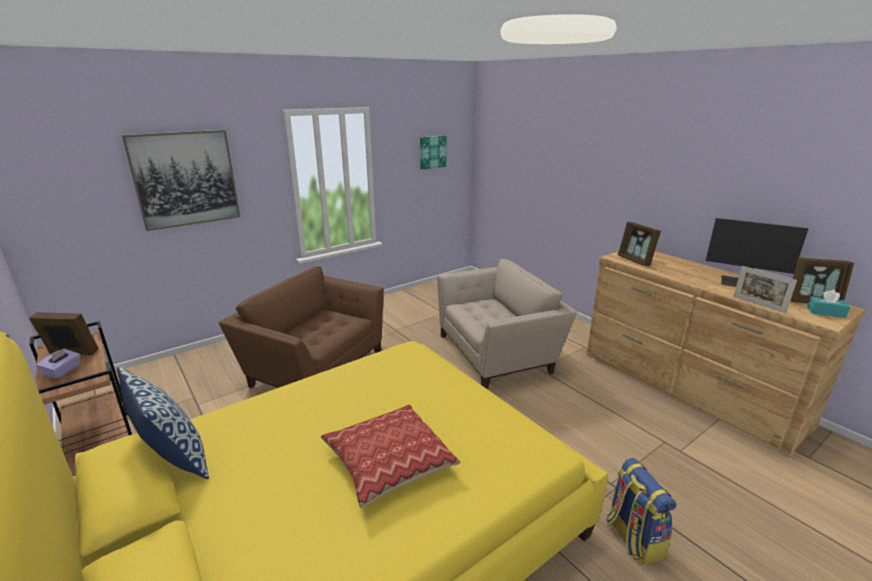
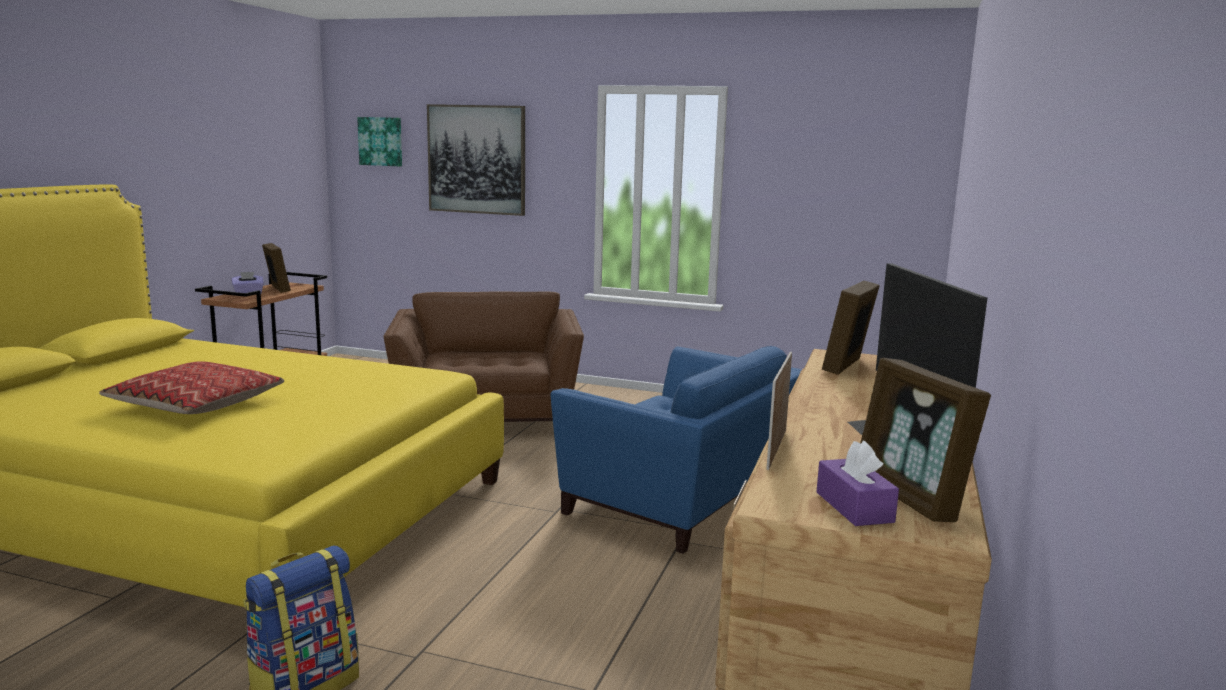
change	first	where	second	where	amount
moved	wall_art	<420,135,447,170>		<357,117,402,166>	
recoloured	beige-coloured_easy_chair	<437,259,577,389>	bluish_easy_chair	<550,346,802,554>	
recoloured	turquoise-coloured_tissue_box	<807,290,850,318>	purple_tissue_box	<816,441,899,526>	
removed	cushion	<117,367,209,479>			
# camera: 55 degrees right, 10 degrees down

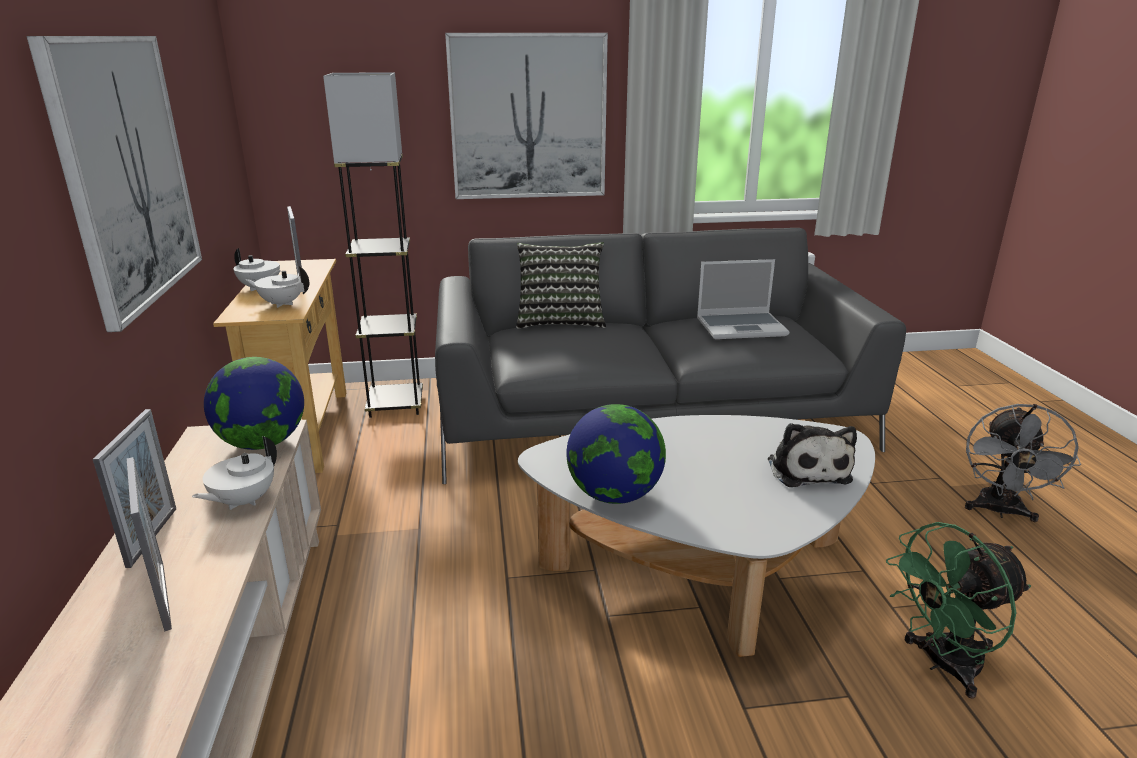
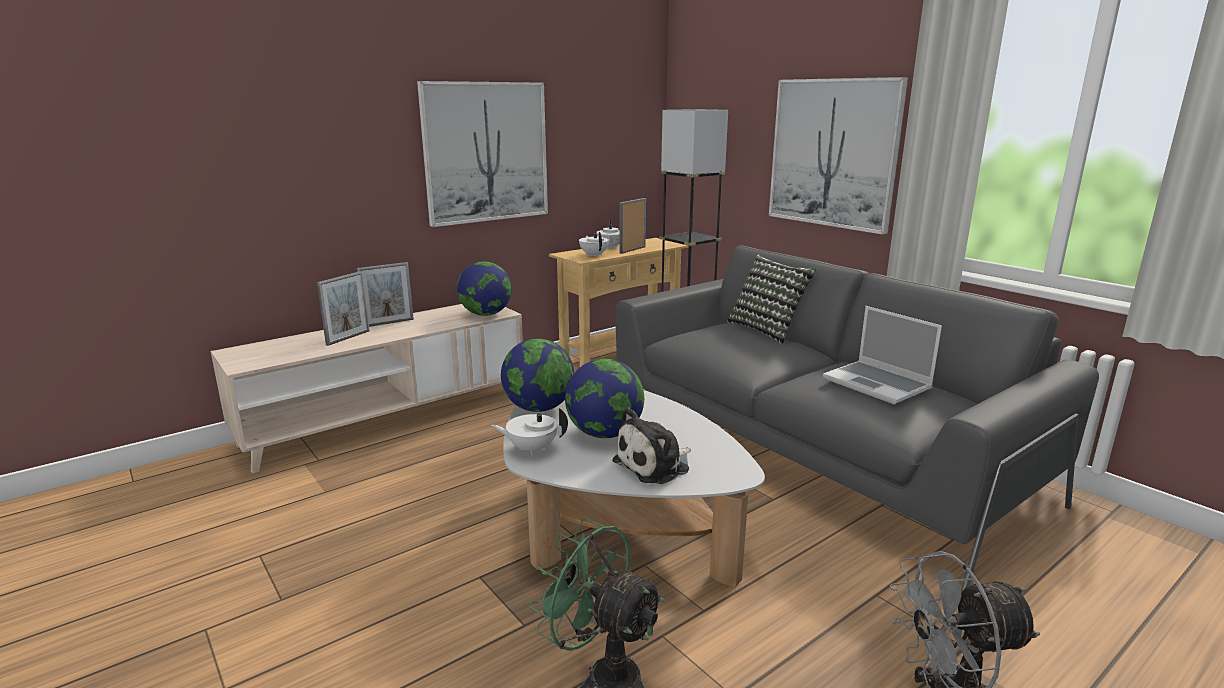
change	first	where	second	where	amount
moved	whitish_pot_for_tea	<192,436,277,510>		<491,408,568,455>	
added			globe	<565,359,644,438>	
# camera: 60 degrees right, 5 degrees down

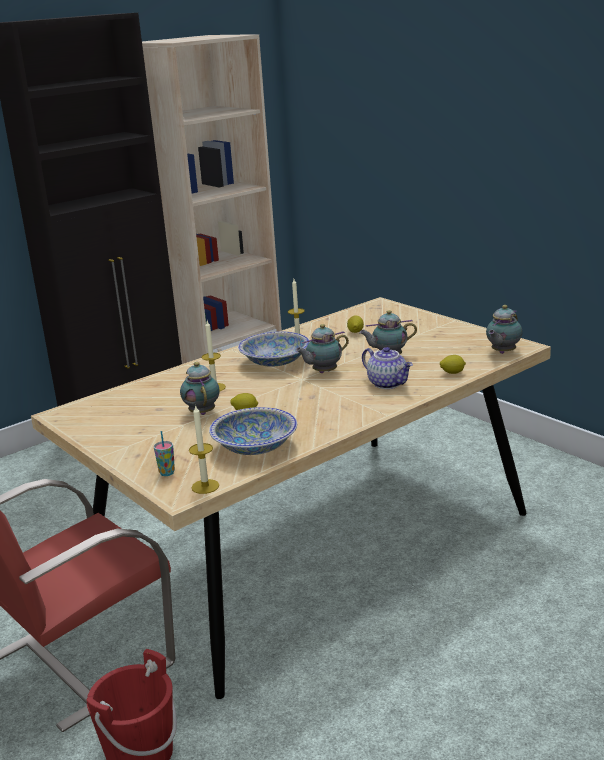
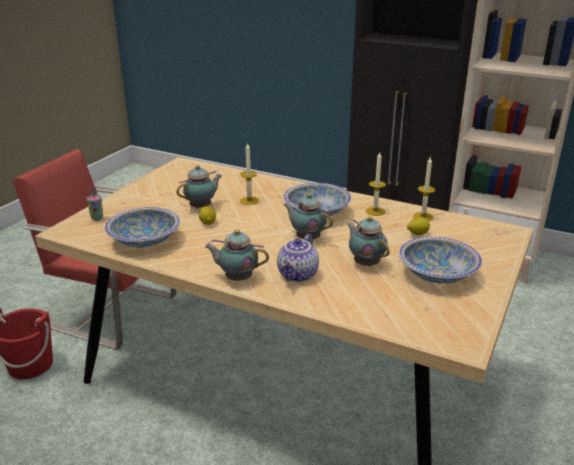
change	first	where	second	where	amount
moved	pot_for_tea	<486,305,523,354>		<205,229,269,281>	
removed	whole_lemon	<440,355,466,374>			
moved	wax_candle	<189,404,219,494>		<413,156,435,221>	
added			serving_bowl	<399,237,482,284>	
# camera: 65 degrees right, 5 degrees up

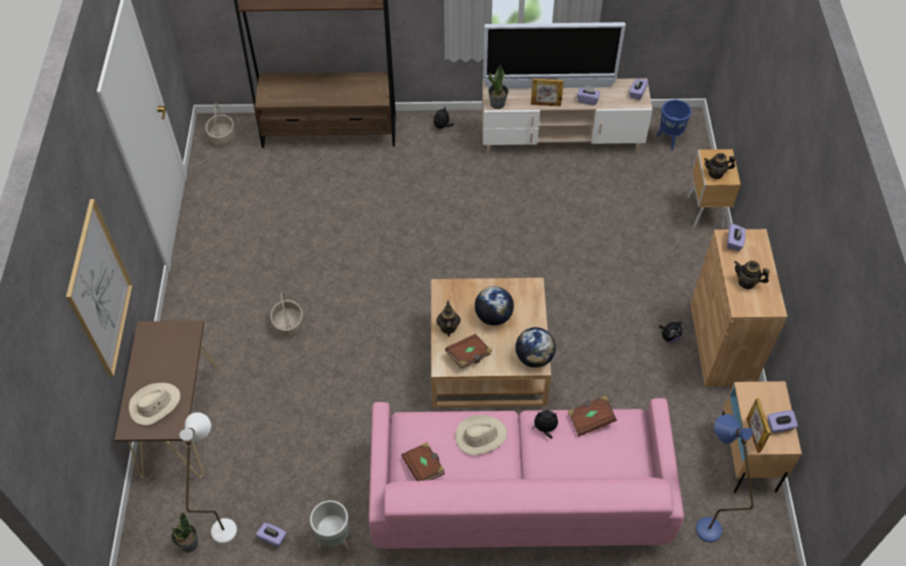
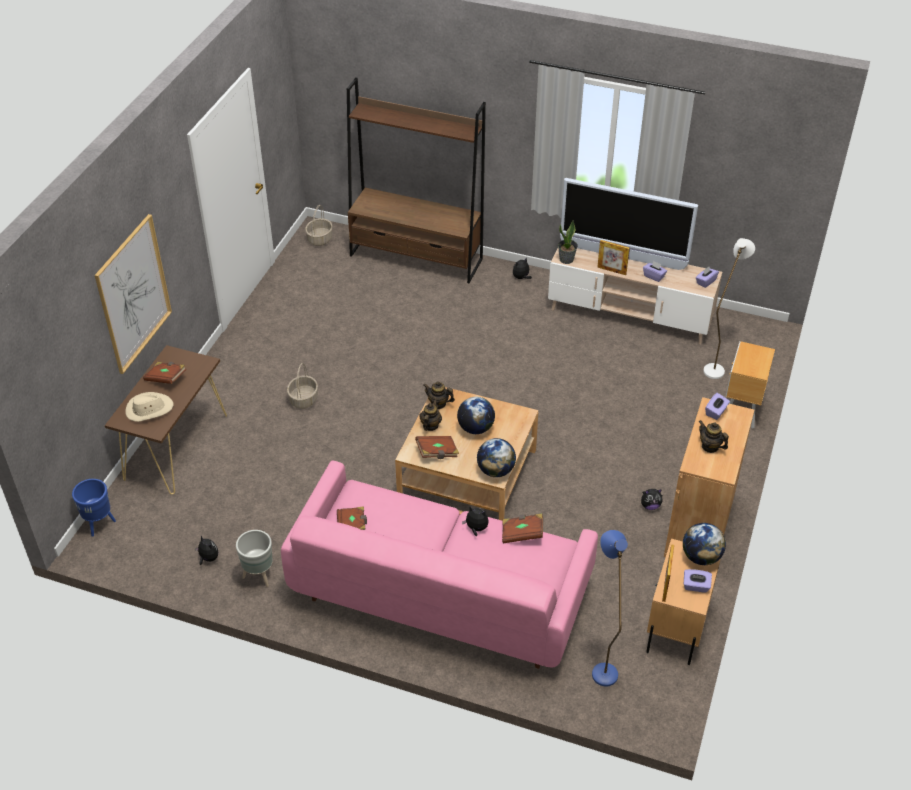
change	first	where	second	where	amount
moved	bluish_planter	<656,100,691,150>		<72,479,116,537>	
moved	pot_for_tea	<704,153,735,179>		<423,381,455,409>	
moved	whitish_standard_lamp	<179,412,237,544>		<703,238,755,379>	
removed	beige-coloured_wearable_hat	<455,415,507,455>			
removed	potted_plant	<171,512,198,552>			
replaced	purple_tissue_box	<256,523,287,548>	cuddly_toy	<195,535,218,565>	
added			brown_book	<143,362,186,384>	
added			globe	<683,523,726,565>	
# camera: 20 degrees right, 10 degrees down

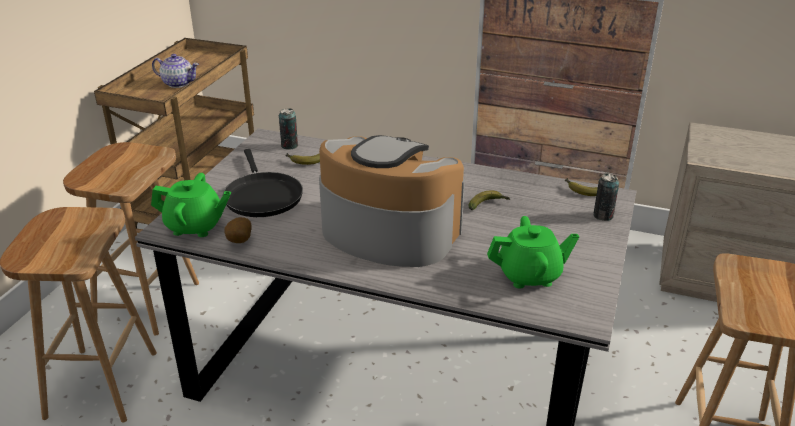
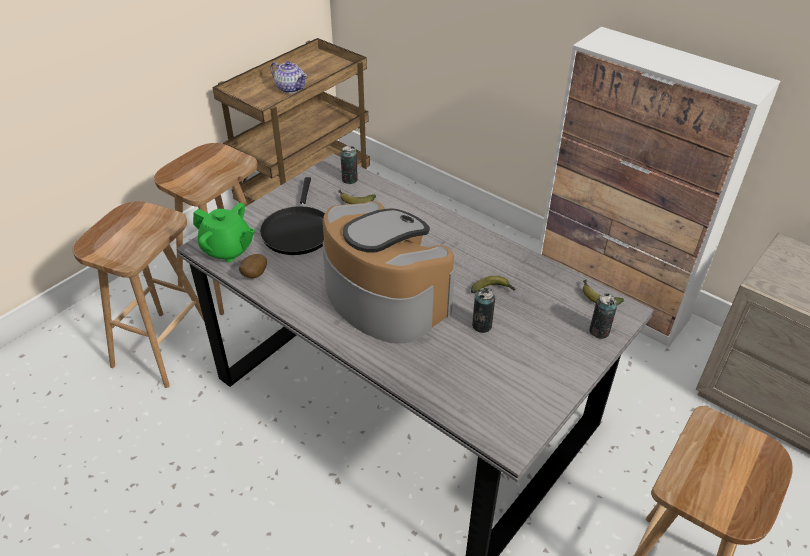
change	first	where	second	where	amount
removed	green_pot_for_tea	<487,216,579,289>			
added			sealed_can	<472,288,495,333>	
# camera: 20 degrees right, 10 degrees up

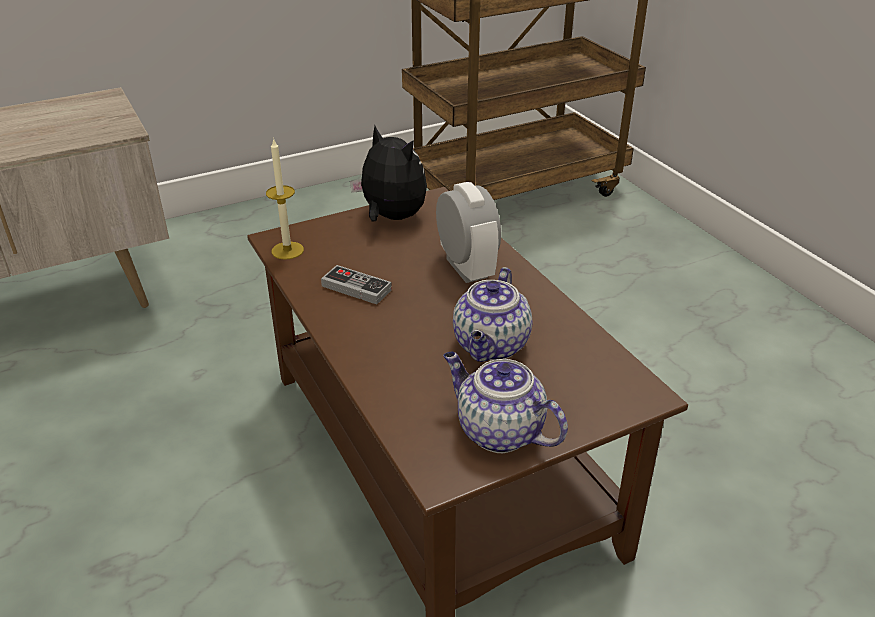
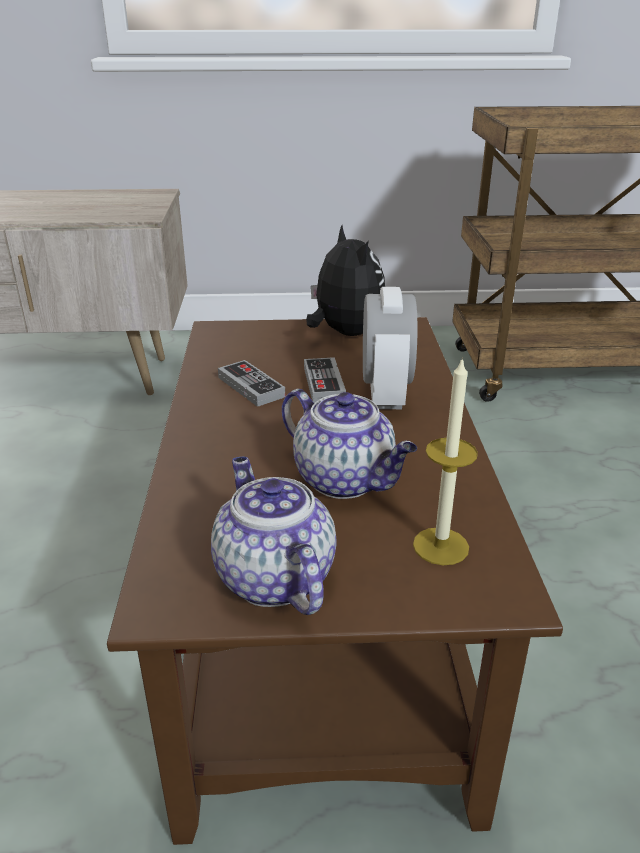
change	first	where	second	where	amount
moved	wax_candle	<266,138,304,260>		<413,357,478,565>	
turned	pot_for_tea	<453,267,532,362>		<282,389,417,499>	90 degrees counterclockwise
added			joypad	<304,357,346,403>	
# camera: 25 degrees right, 5 degrees down

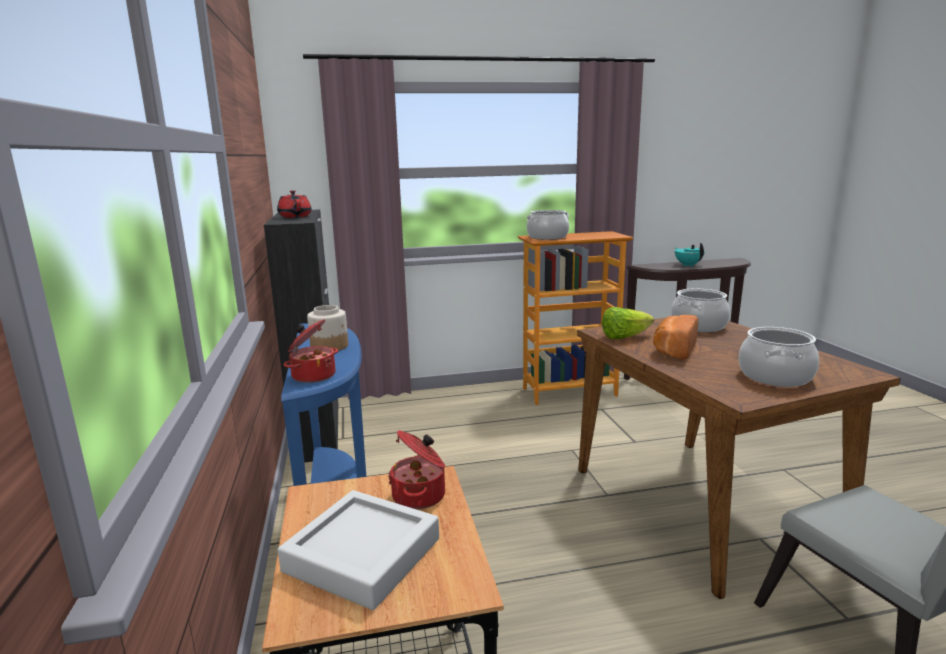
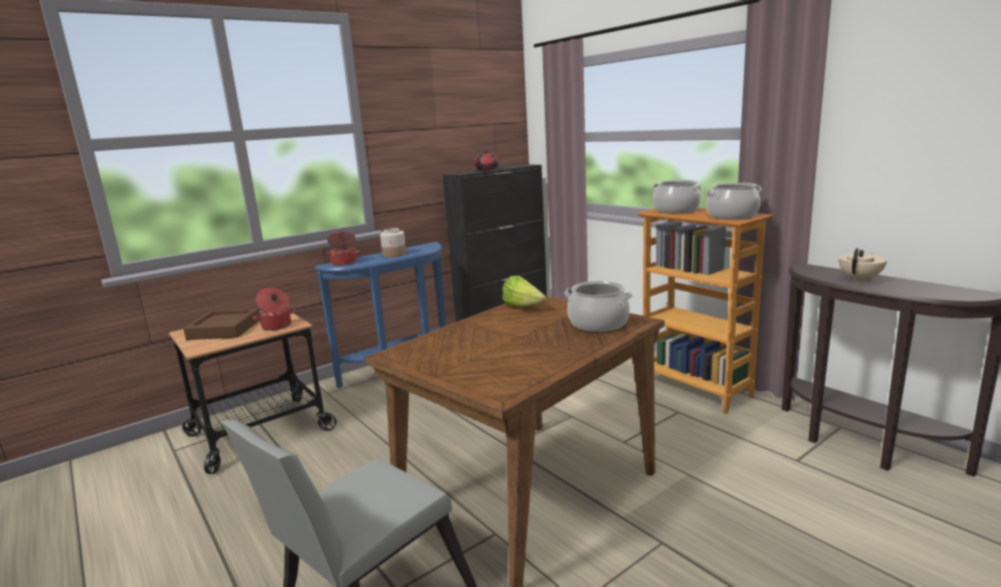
change	first	where	second	where	amount
recoloured	turquoise-coloured_pot_for_tea	<675,243,705,267>	beige-coloured_pot_for_tea	<838,248,887,282>	
removed	bakery_bread	<653,315,698,360>			
moved	cooking_pot	<739,327,819,387>		<706,183,762,219>	
recoloured	grey_carrying_tray	<278,490,439,610>	brown_carrying_tray	<183,309,260,340>	
# camera: 65 degrees right, 0 degrees up

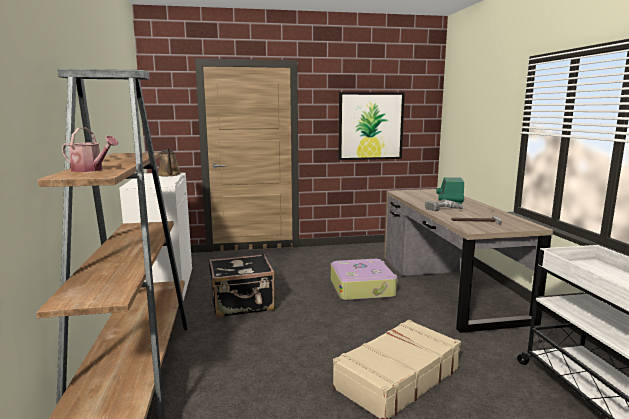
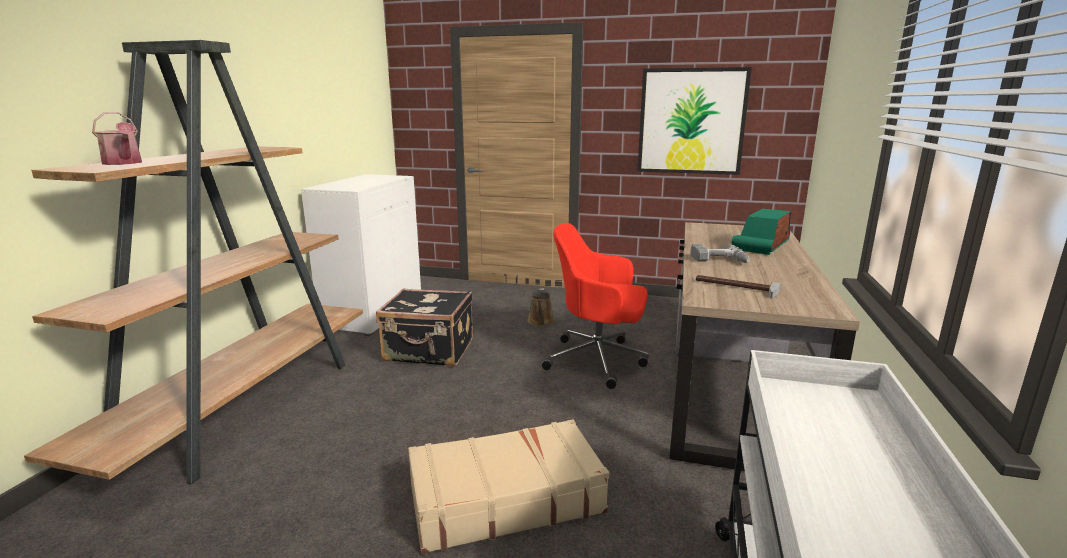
change	first	where	second	where	amount
moved	brown_watering_can	<158,149,181,176>		<527,288,555,326>	
replaced	piece_of_luggage	<331,259,398,301>	red-coloured_office_chair	<542,223,649,389>	
# camera: 25 degrees right, 5 degrees up

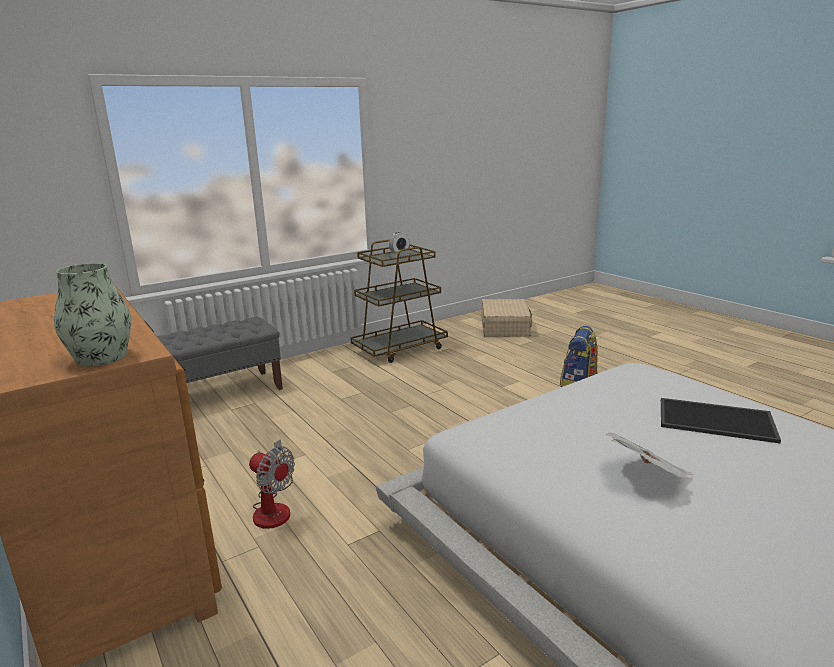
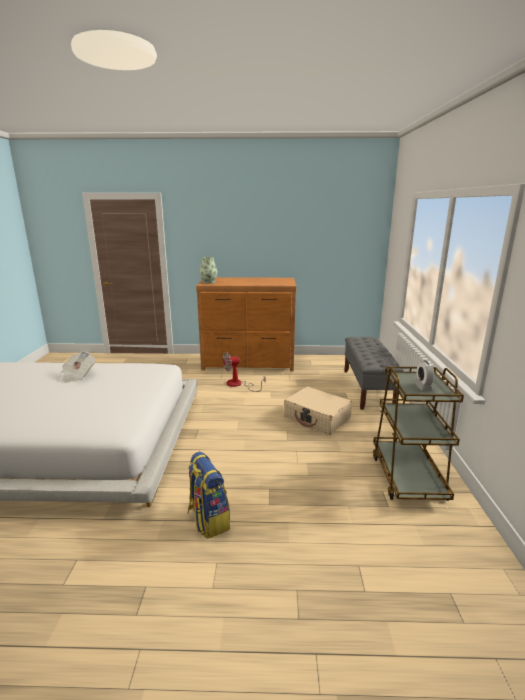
change	first	where	second	where	amount
moved	beige-coloured_piece_of_luggage	<481,299,532,337>		<284,386,352,434>	
removed	carrying_tray	<661,398,781,444>			
# camera: 125 degrees right, 0 degrees up

